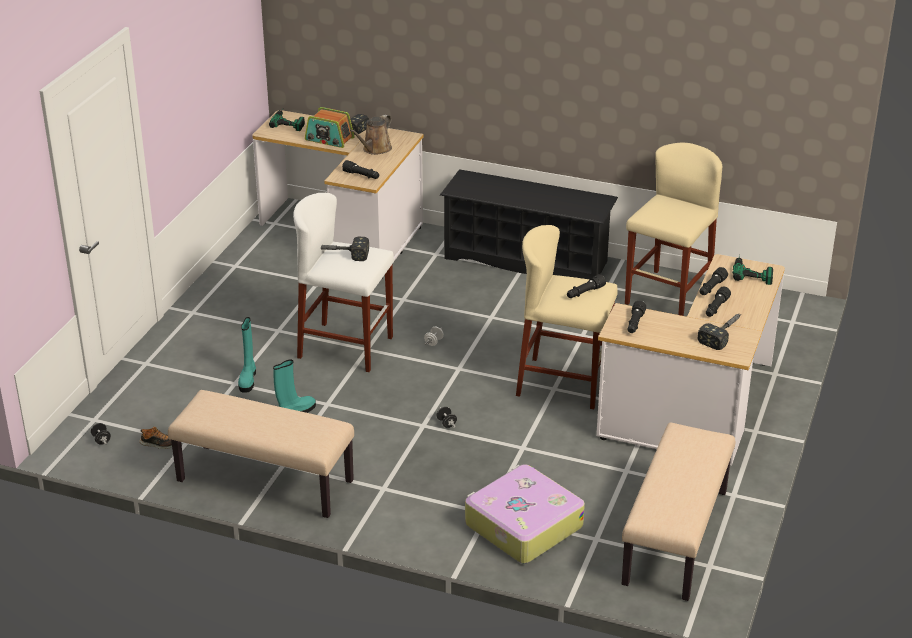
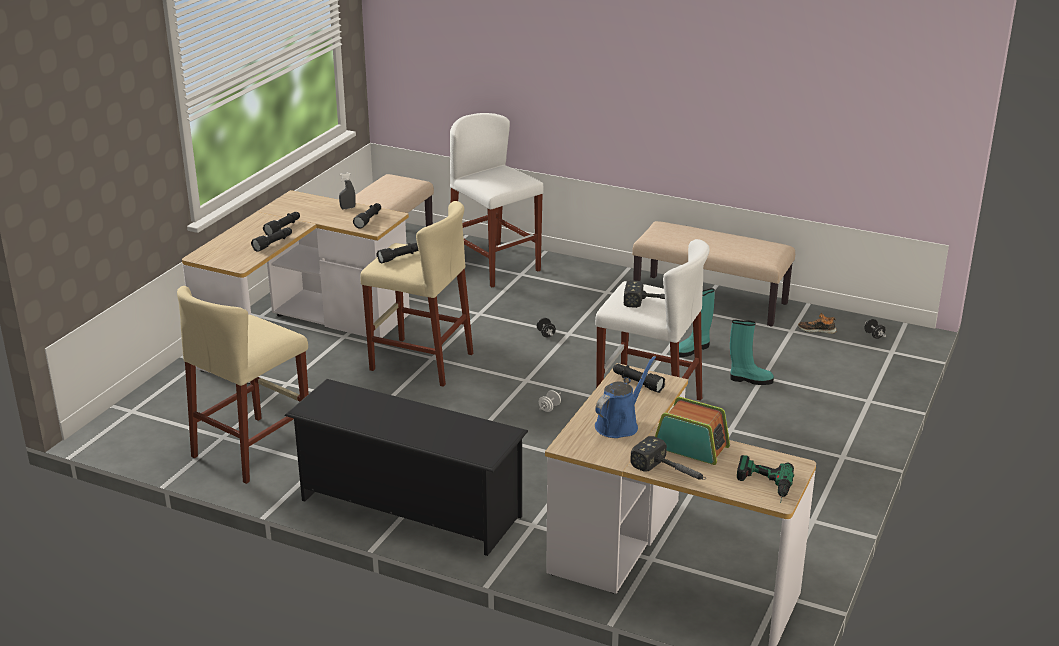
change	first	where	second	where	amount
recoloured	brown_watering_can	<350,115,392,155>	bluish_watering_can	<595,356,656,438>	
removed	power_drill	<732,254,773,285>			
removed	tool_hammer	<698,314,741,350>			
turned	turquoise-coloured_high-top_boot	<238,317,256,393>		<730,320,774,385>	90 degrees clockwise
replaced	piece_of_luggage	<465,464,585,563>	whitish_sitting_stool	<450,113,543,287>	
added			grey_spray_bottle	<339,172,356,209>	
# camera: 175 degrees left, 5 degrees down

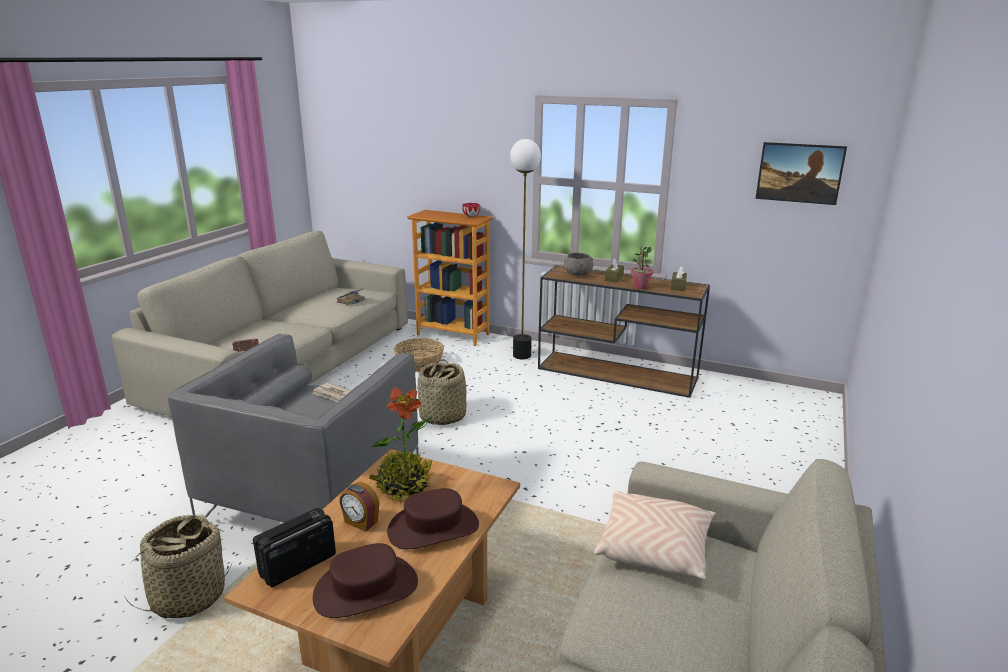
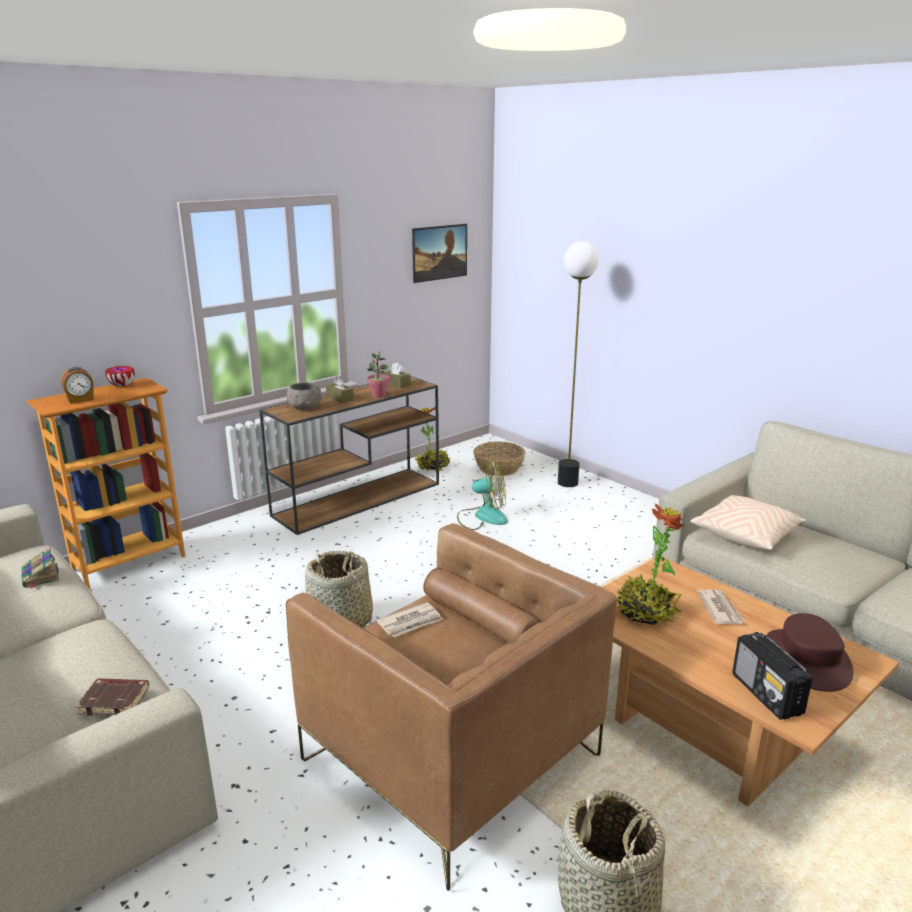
change	first	where	second	where	amount
moved	standard_lamp	<510,139,541,359>		<558,241,599,487>	
recoloured	grey_easy_chair	<168,334,419,523>	brown_easy_chair	<286,523,617,891>	
moved	household_basket	<394,338,444,372>		<473,442,526,476>	
moved	alarm_clock	<339,482,379,532>		<61,367,94,404>	
replaced	brown_wearable_hat	<387,488,479,549>	newspaper	<697,589,745,624>	
added			potted_plant	<415,407,450,471>	
added			electric_fan	<457,459,508,530>	
# camera: 65 degrees left, 0 degrees up

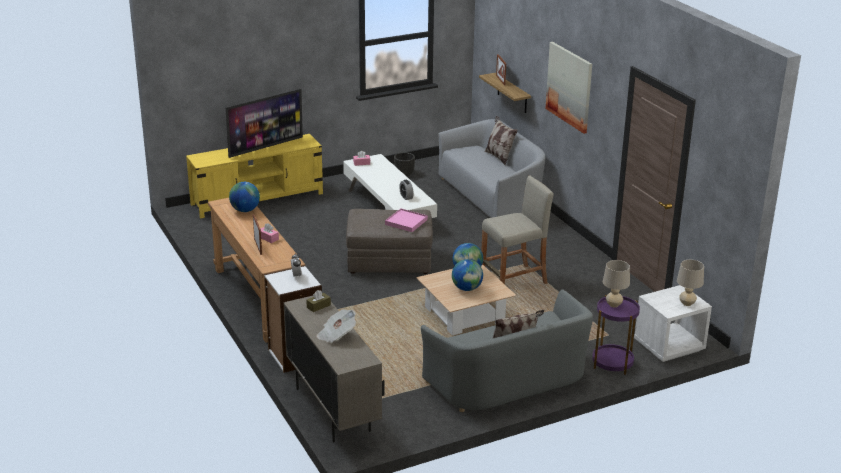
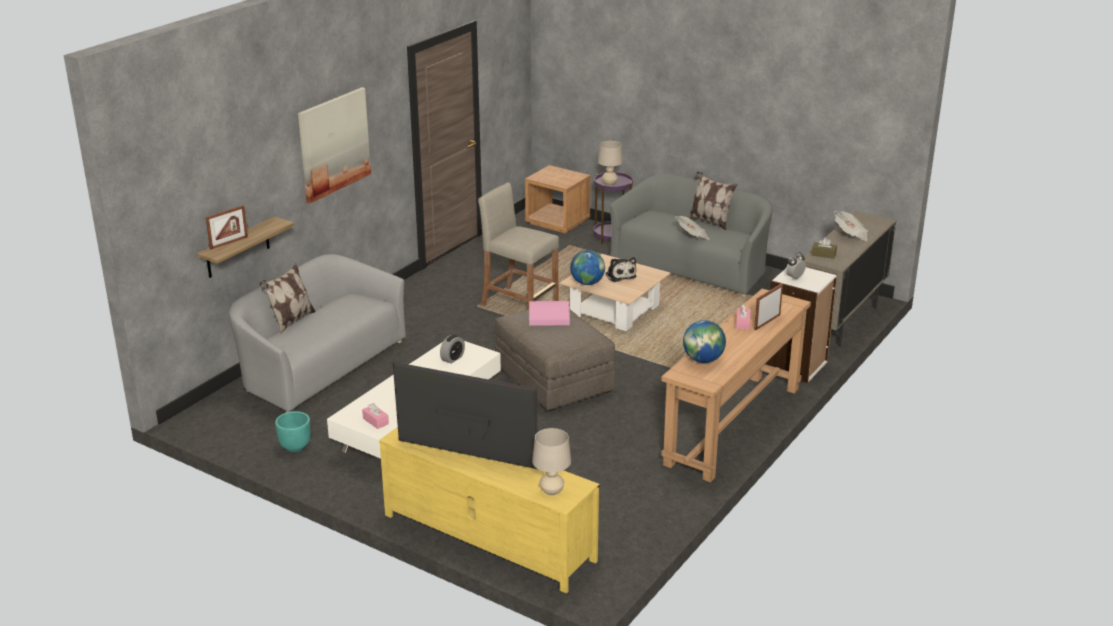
change	first	where	second	where	amount
recoloured	black-coloured_planter	<394,152,415,176>	turquoise-coloured_planter	<275,411,311,452>	
replaced	globe	<452,259,483,291>	cuddly_toy	<605,257,636,282>	
moved	beige-coloured_table_lamp	<677,260,704,306>		<532,428,571,496>	
recoloured	whitish_nightstand	<634,285,712,362>	brown_nightstand	<525,165,591,233>	
added			newspaper	<675,216,710,240>	
# camera: 120 degrees left, 0 degrees up

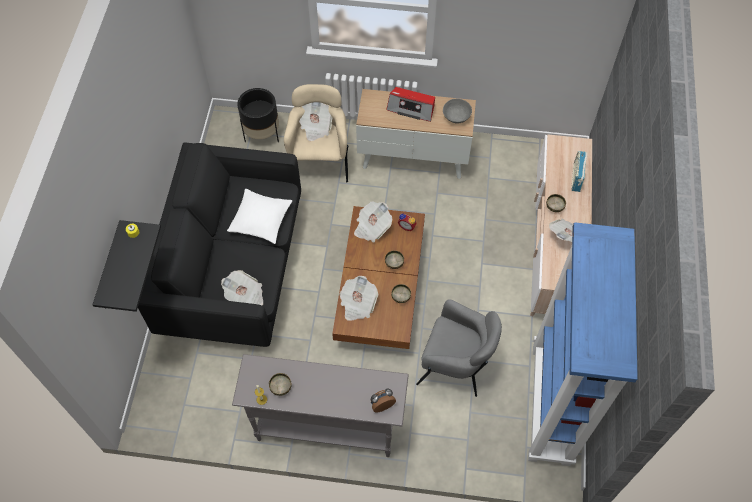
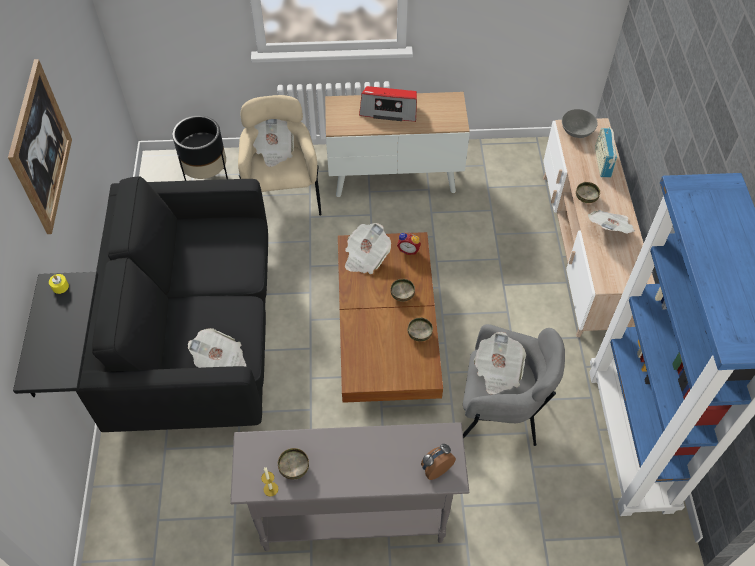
change	first	where	second	where	amount
moved	grey_serving_bowl	<443,99,472,123>		<562,109,598,138>	
removed	whitish_cushion	<227,189,292,244>			
moved	newspaper	<339,276,378,321>		<474,332,526,395>	
added			wall_art	<8,59,72,234>	
# camera: 10 degrees left, 5 degrees down

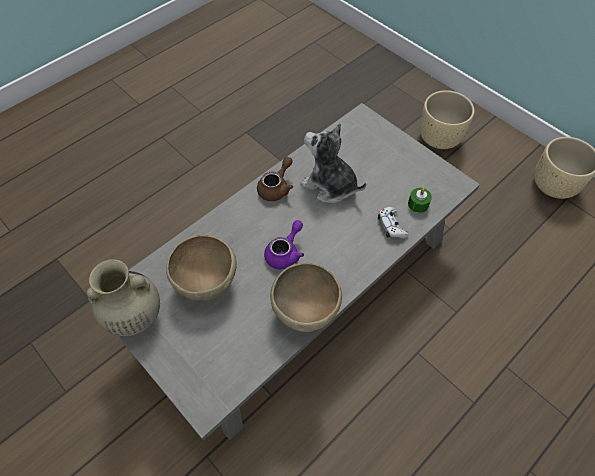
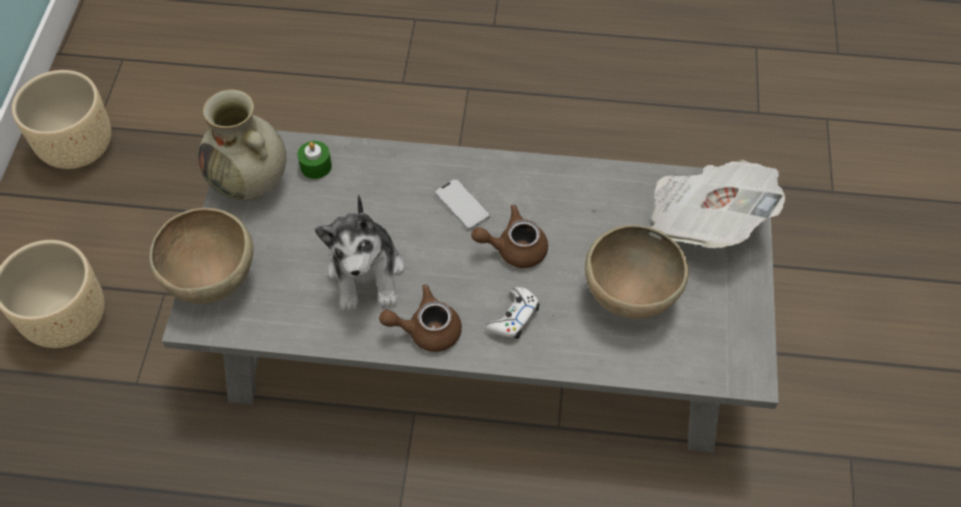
change	first	where	second	where	amount
moved	whitish_joypad	<378,207,409,238>		<486,287,540,339>	
recoloured	purple_pot_for_tea	<264,220,304,269>	brown_pot_for_tea	<471,205,548,268>	
moved	beige-coloured_flower_vase	<87,259,160,336>		<198,89,287,201>	
moved	brown_serving_bowl	<270,263,342,332>		<149,208,254,304>	
added			newspaper	<650,160,785,248>	
added			phone	<435,179,490,230>	
# camera: 130 degrees left, 0 degrees up

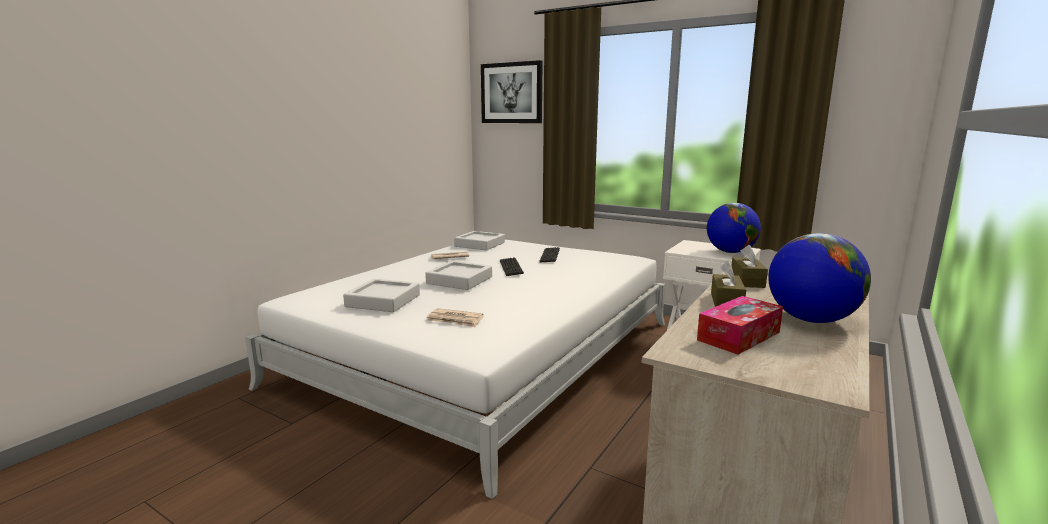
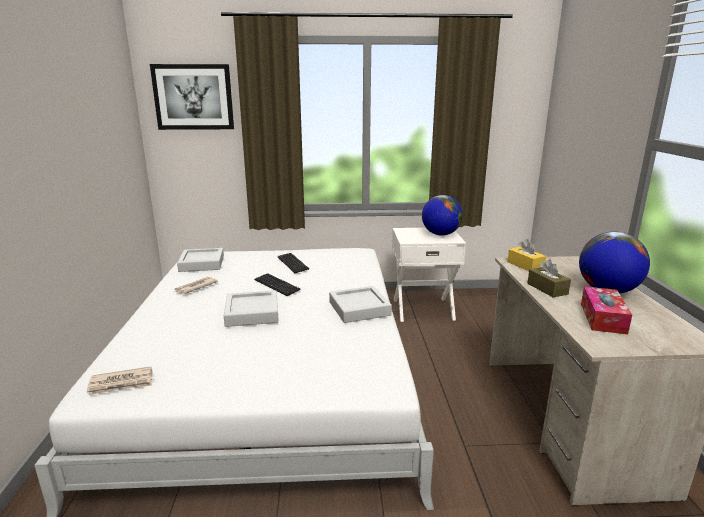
change	first	where	second	where	amount
recoloured	brown_tissue_box	<732,245,768,288>	yellow-coloured_tissue_box	<507,239,546,271>	
moved	grey_carrying_tray	<343,279,420,312>		<329,286,392,323>	
moved	newspaper	<427,308,484,328>		<87,367,152,395>	
# camera: 35 degrees left, 5 degrees up

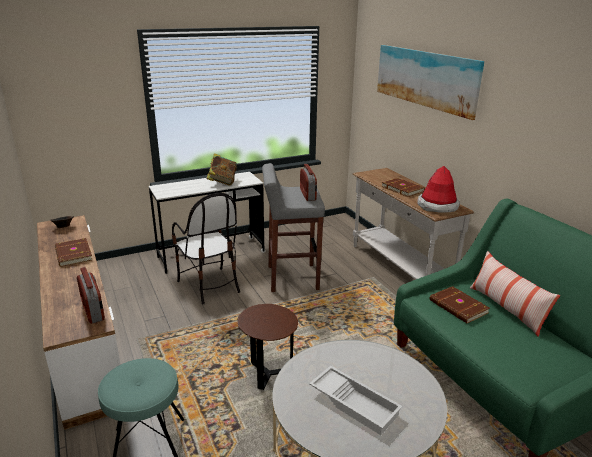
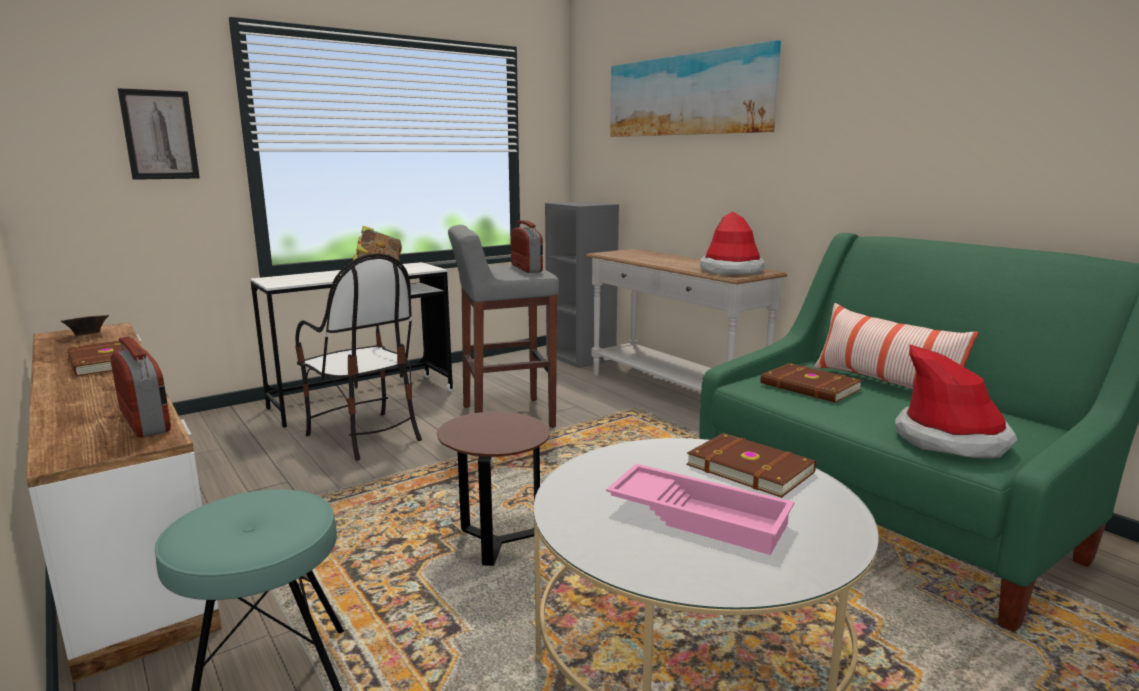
change	first	where	second	where	amount
moved	brown_book	<381,178,425,197>		<686,433,816,498>	
recoloured	whitish_carrying_tray	<309,366,402,435>	pinkish_carrying_tray	<606,464,794,555>	
added			wall_art	<118,88,200,180>	
added			grey_bookcase	<545,201,619,368>	
added			wearable_hat	<896,345,1017,459>	
# camera: 10 degrees left, 10 degrees down

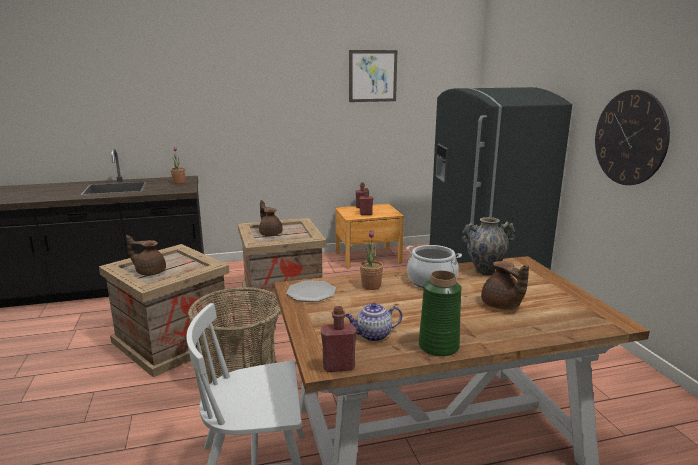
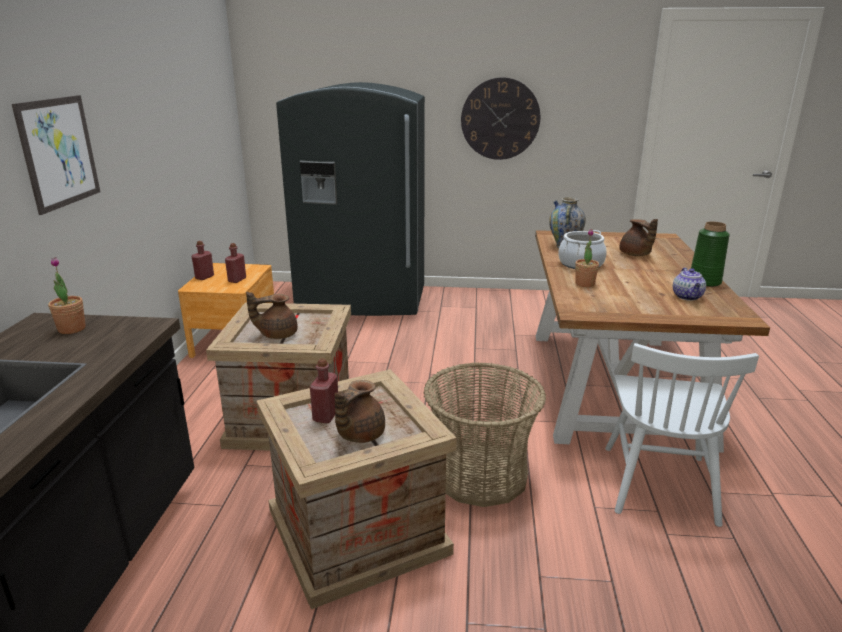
change	first	where	second	where	amount
moved	wall_art	<349,50,397,102>		<12,95,100,215>	
turned	brown_pot_for_tea	<481,261,529,309>		<619,219,658,256>	75 degrees clockwise
removed	dinner_plate	<286,280,336,302>			
moved	red-coloured_beverage_bottle	<321,306,357,372>		<310,358,338,423>	
# camera: 70 degrees left, 5 degrees up

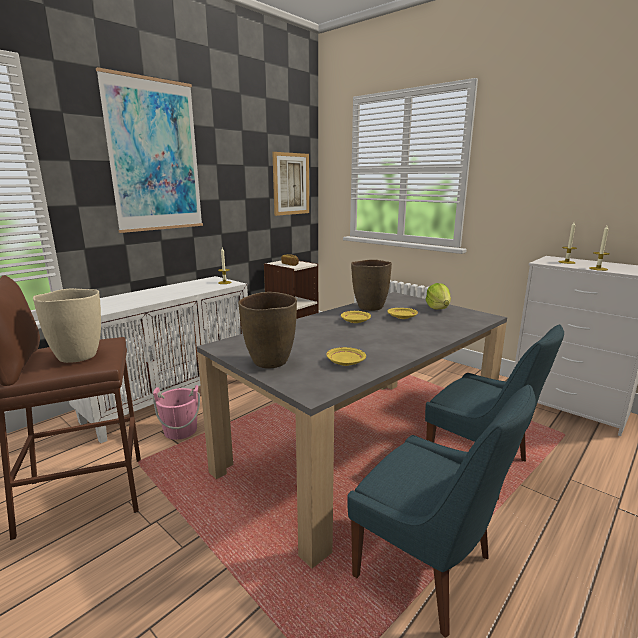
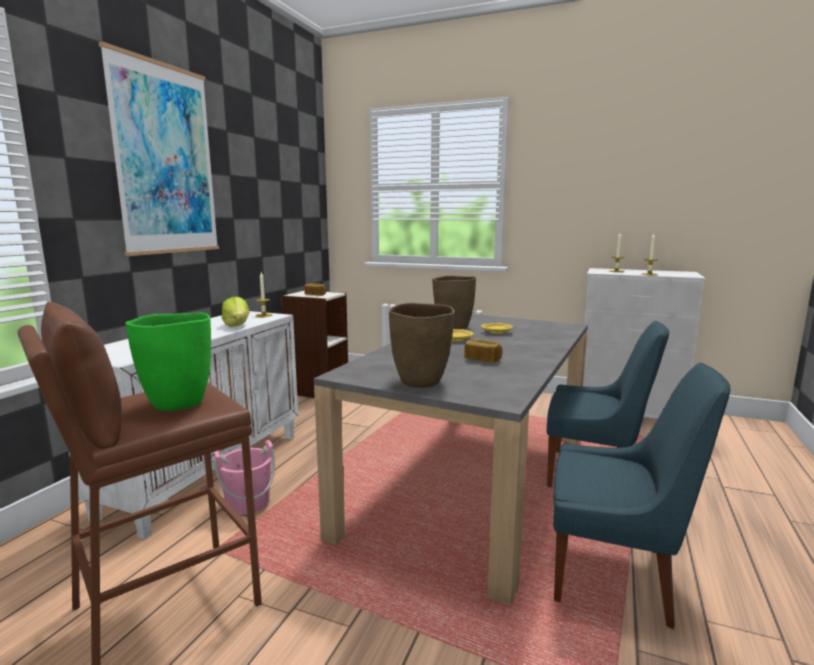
change	first	where	second	where	amount
removed	wall_art	<272,152,309,216>			
moved	head_of_lettuce	<426,283,451,309>		<222,297,249,327>	
recoloured	beige-coloured_flower_vase	<33,288,101,363>	green_flower_vase	<125,313,211,411>	
removed	yellow-coloured_dinner_plate	<326,347,366,366>			
added			bakery_bread	<464,339,502,363>	
# camera: 20 degrees left, 5 degrees down

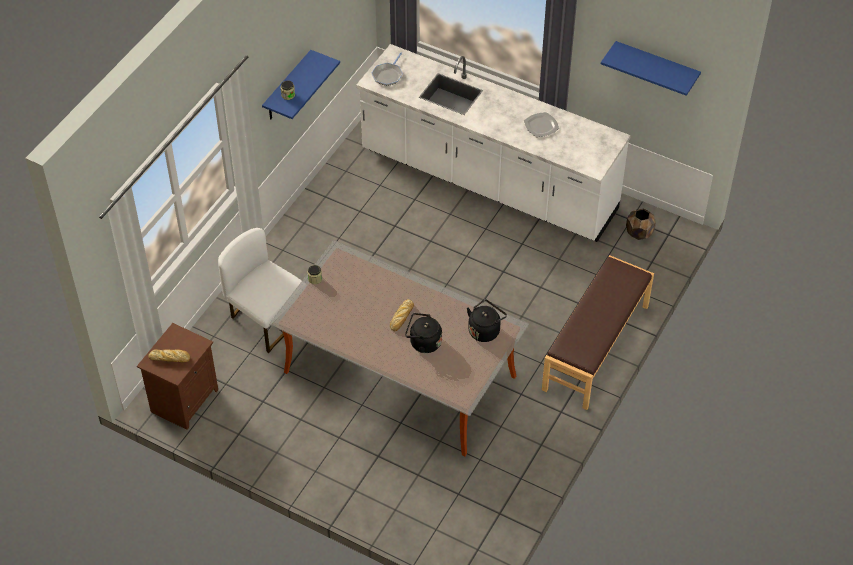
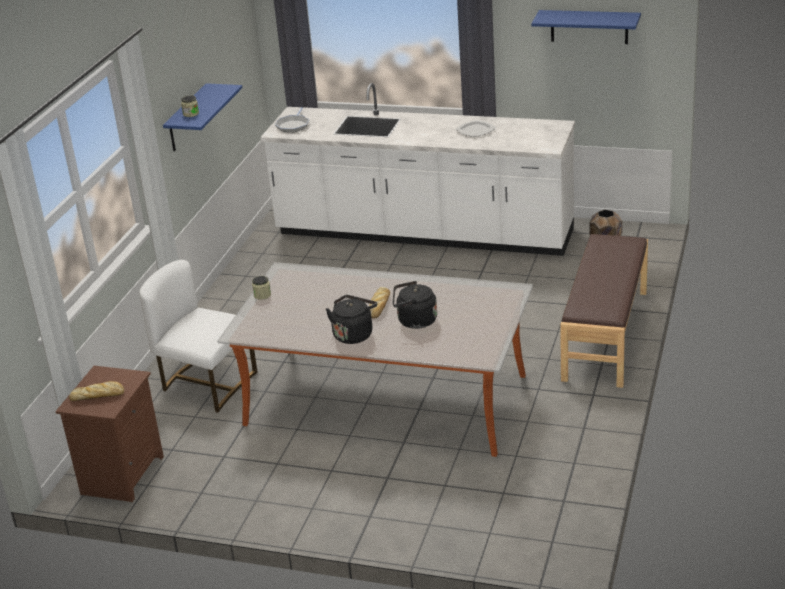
change	first	where	second	where	amount
moved	black-coloured_water_kettle	<467,299,507,342>		<326,295,377,344>	
# camera: 10 degrees left, 20 degrees down

